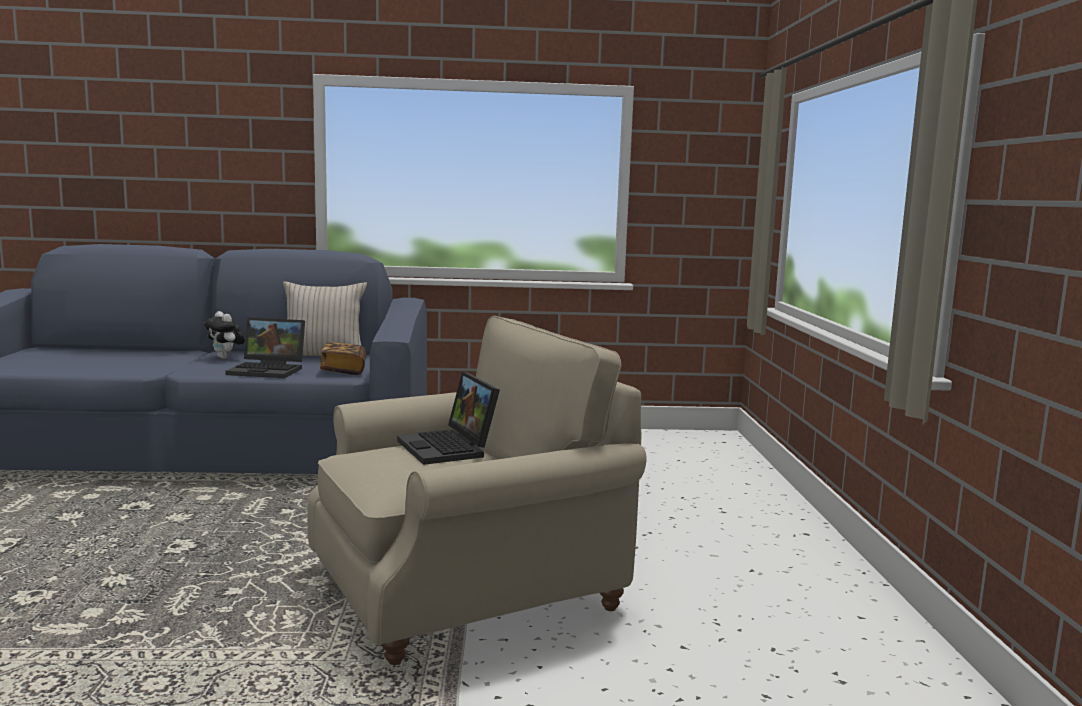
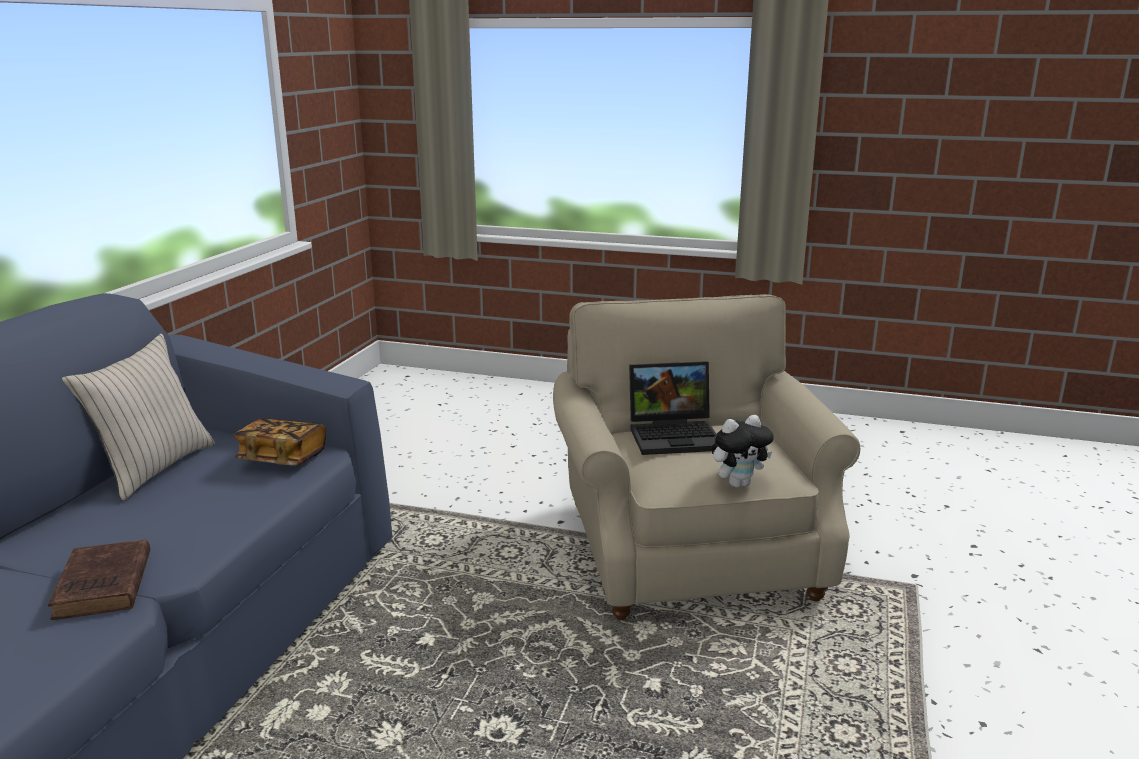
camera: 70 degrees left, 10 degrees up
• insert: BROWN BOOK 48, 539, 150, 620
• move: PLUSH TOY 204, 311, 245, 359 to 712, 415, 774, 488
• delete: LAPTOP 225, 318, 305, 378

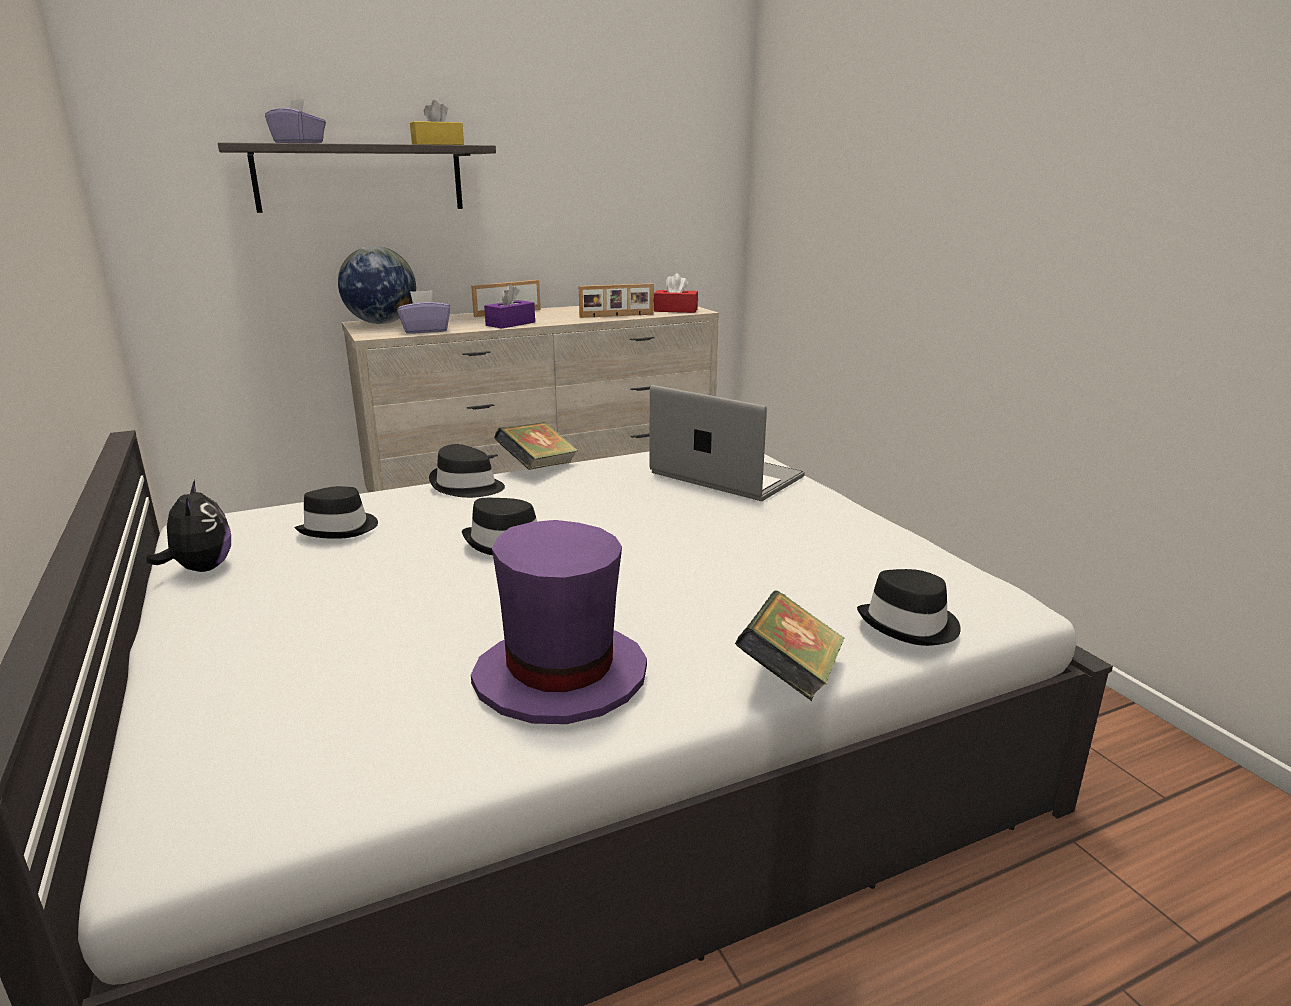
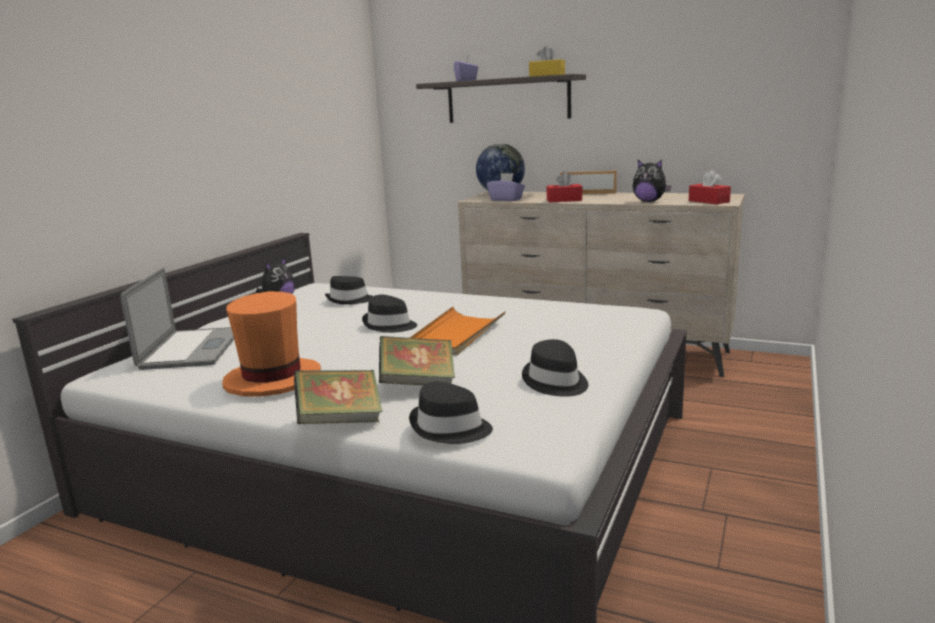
camera: 50 degrees right, 5 degrees down
• move: LAPTOP 650, 385, 805, 501 to 120, 267, 234, 370
• recolor: PURPLE HAT 471, 520, 647, 724 to ORANGE HAT 222, 291, 321, 397
• move: BOOK 494, 422, 578, 470 to 379, 336, 455, 385
• insert: ORANGE TRAY 410, 307, 506, 355
• move: BLACK HAT 429, 444, 505, 498 to 522, 339, 588, 397
• recolor: PURPLE TISSUE BOX 484, 284, 535, 329 to RED TISSUE BOX 546, 172, 583, 202
• replace: PICTURE FRAME 579, 284, 654, 318 to PLUSH TOY 633, 160, 671, 202

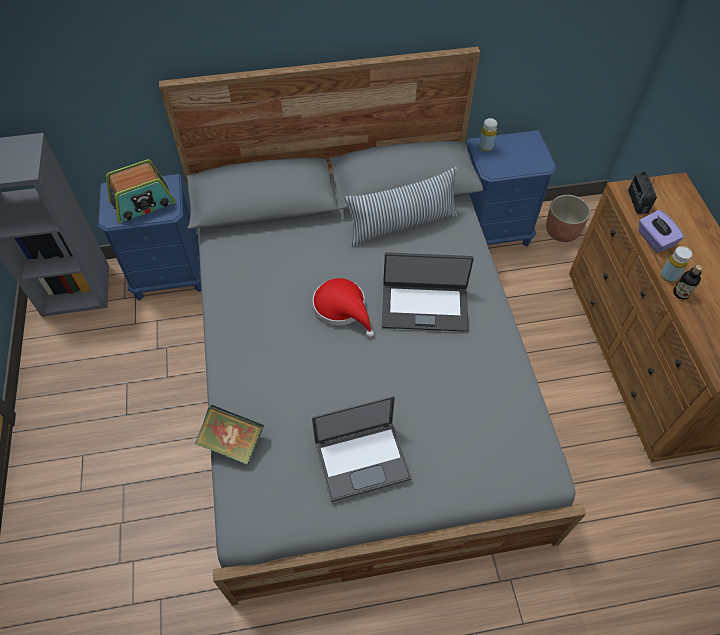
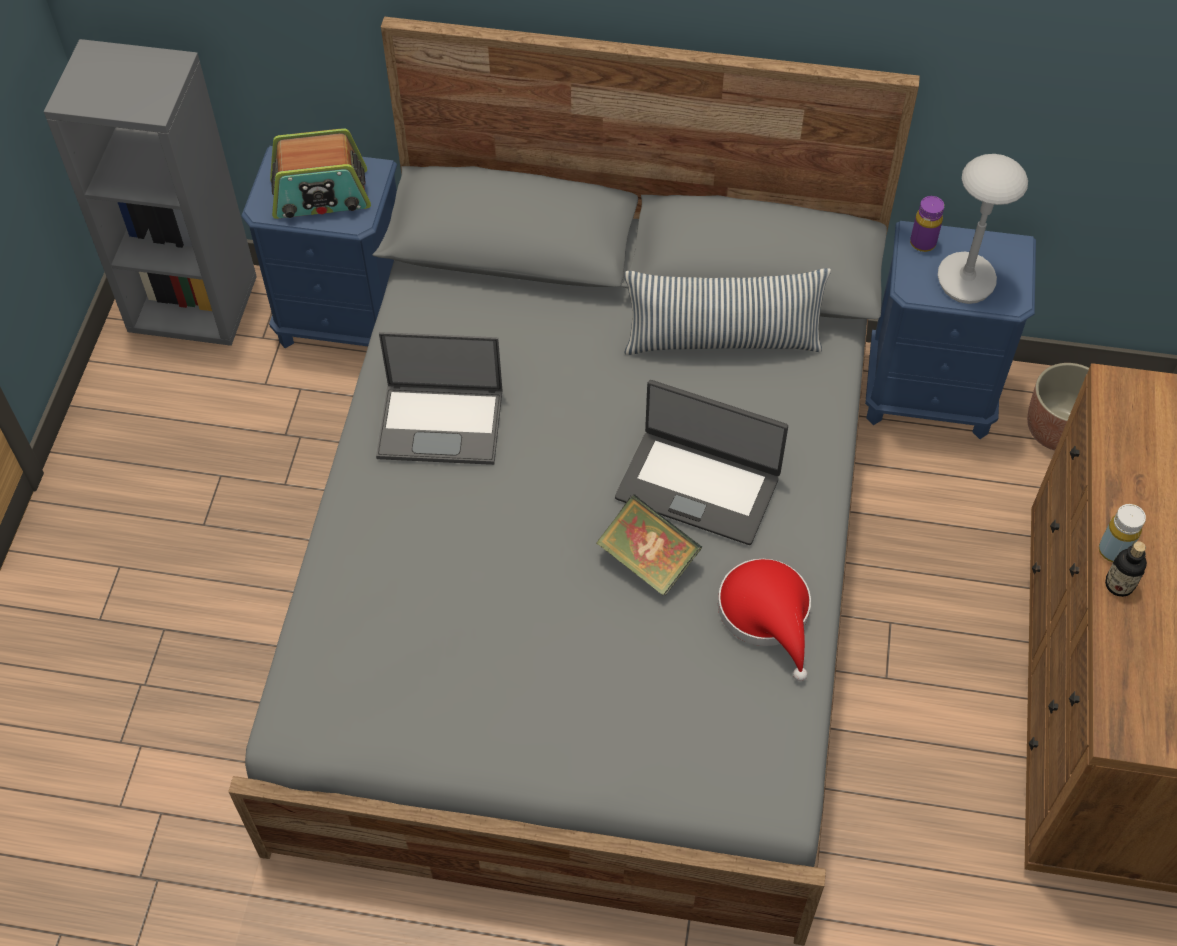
camera: 20 degrees right, 0 degrees up
• move: LAPTOP 312, 396, 412, 502 to 376, 332, 503, 465
• move: BOOK 195, 405, 264, 465 to 596, 495, 702, 595
• move: RED HAT 313, 278, 374, 338 to 718, 559, 811, 681
• recolor: YELLOW BOTTLE 479, 118, 497, 151 to PURPLE BOTTLE 910, 196, 944, 252
• insert: GREY TABLE LAMP 938, 154, 1028, 304
• delete: RADIO 628, 172, 657, 214
• delete: PURPLE TISSUE BOX 639, 210, 684, 253

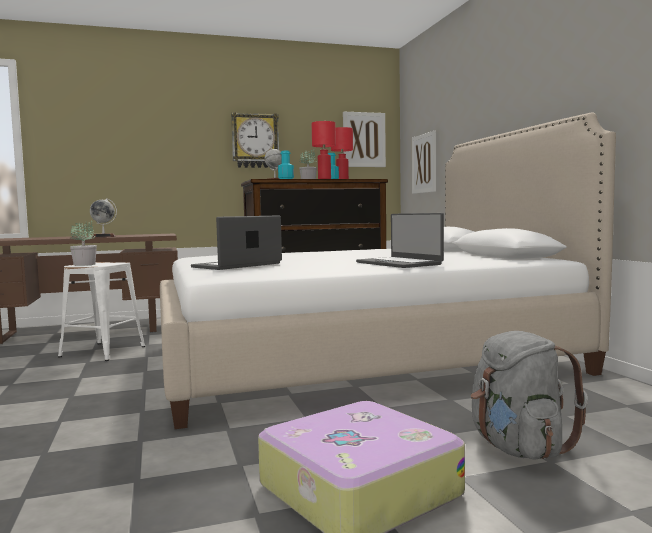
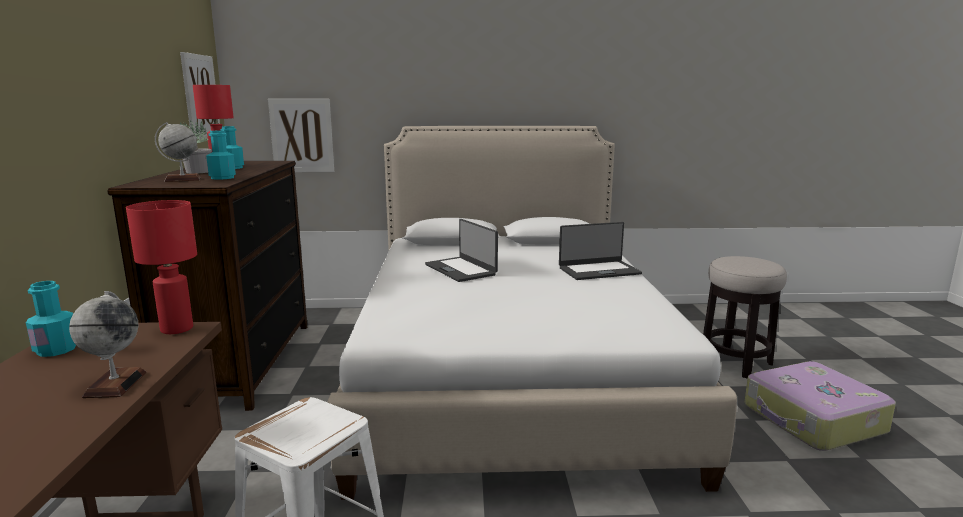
camera: 75 degrees left, 10 degrees up
• insert: TURQUOISE BOTTLE 26, 281, 76, 357
• move: RED TABLE LAMP 312, 121, 336, 179 to 126, 200, 197, 334
• move: LAPTOP 191, 215, 282, 270 to 425, 219, 498, 282
• replace: GREY BACKPACK 471, 331, 588, 459 to STOOL 703, 256, 787, 378
• delete: POTTED PLANT 70, 220, 97, 266
• delete: WALL CLOCK 231, 112, 279, 168

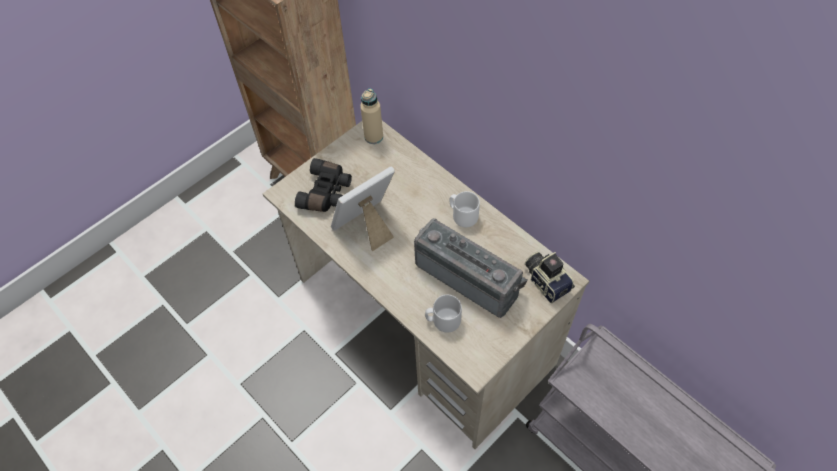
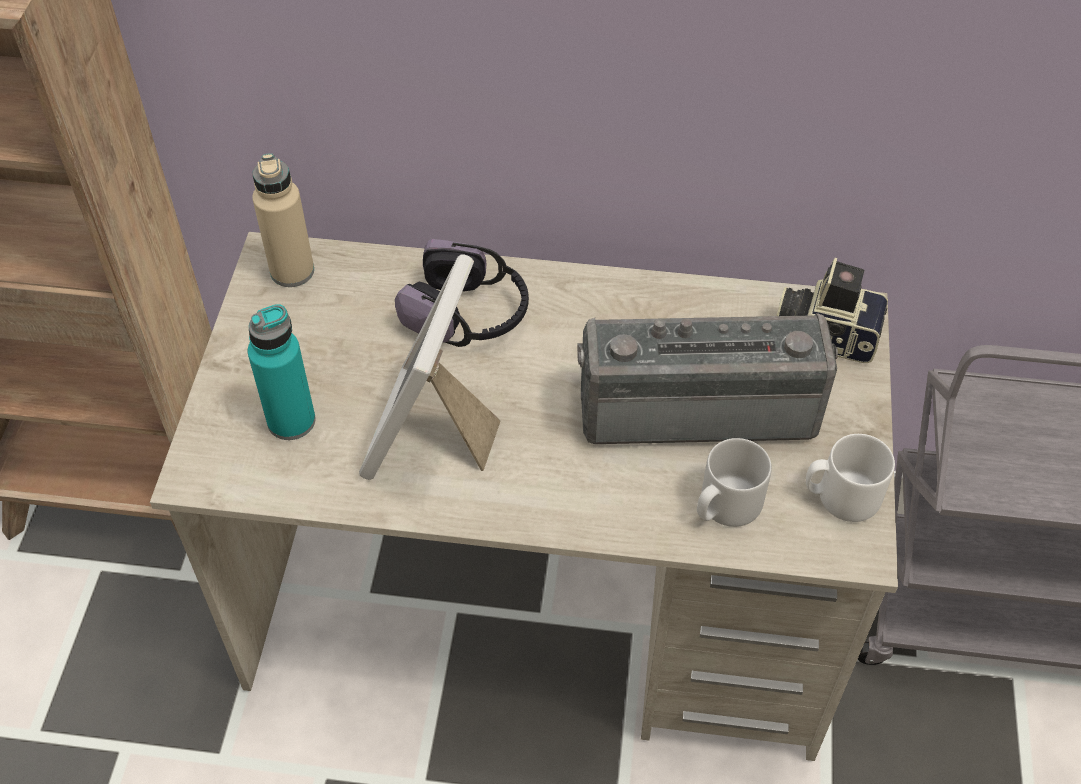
camera: 40 degrees left, 5 degrees down
• replace: BLACK BINOCULARS 295, 158, 352, 212 to TURQUOISE BOTTLE 248, 304, 316, 440
• insert: HEADPHONES 395, 239, 529, 347
• move: WHITE MUG 449, 191, 480, 227 to 806, 434, 895, 522

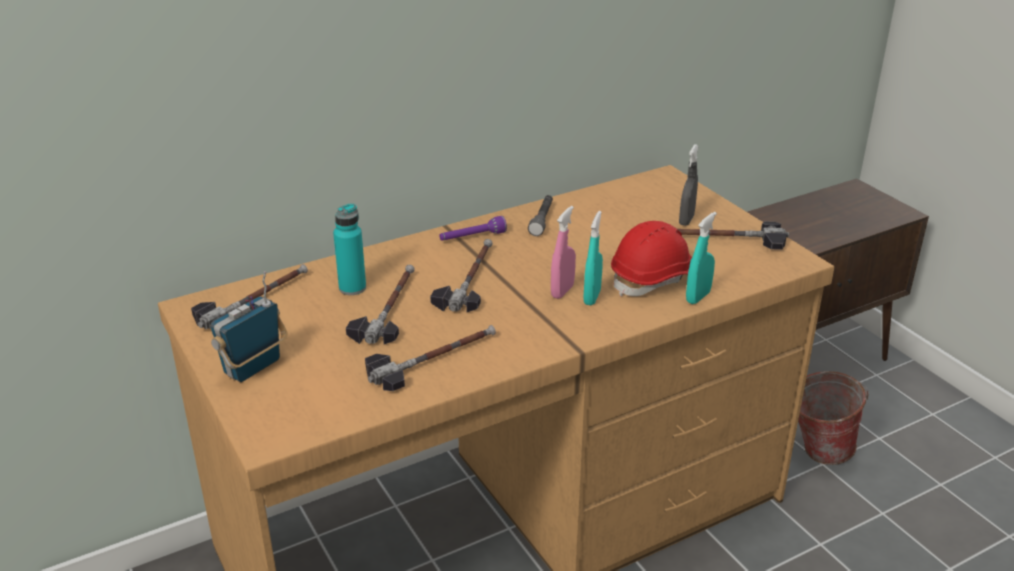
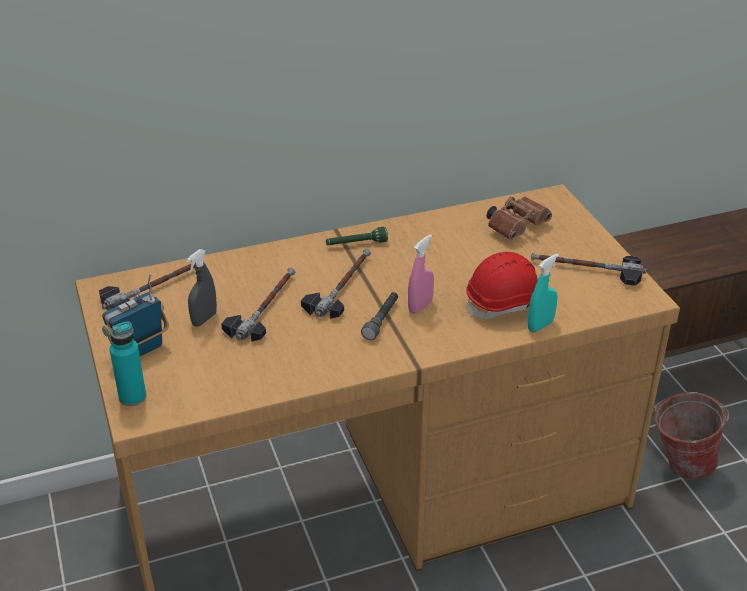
camera: 10 degrees right, 5 degrees up
• move: TURQUOISE BOTTLE 333, 203, 366, 295 to 110, 321, 146, 406
• move: GREY SPRAY BOTTLE 679, 144, 699, 226 to 186, 249, 217, 327
• recolor: PURPLE FLASHLIGHT 439, 216, 507, 241 to GREEN FLASHLIGHT 326, 227, 388, 245
• move: GREY FLASHLIGHT 528, 195, 553, 236 to 361, 292, 398, 340
• insert: BROWN BINOCULARS 487, 196, 552, 240
• delete: HAMMER 365, 325, 496, 391
• delete: TURQUOISE SPRAY BOTTLE 584, 211, 603, 305

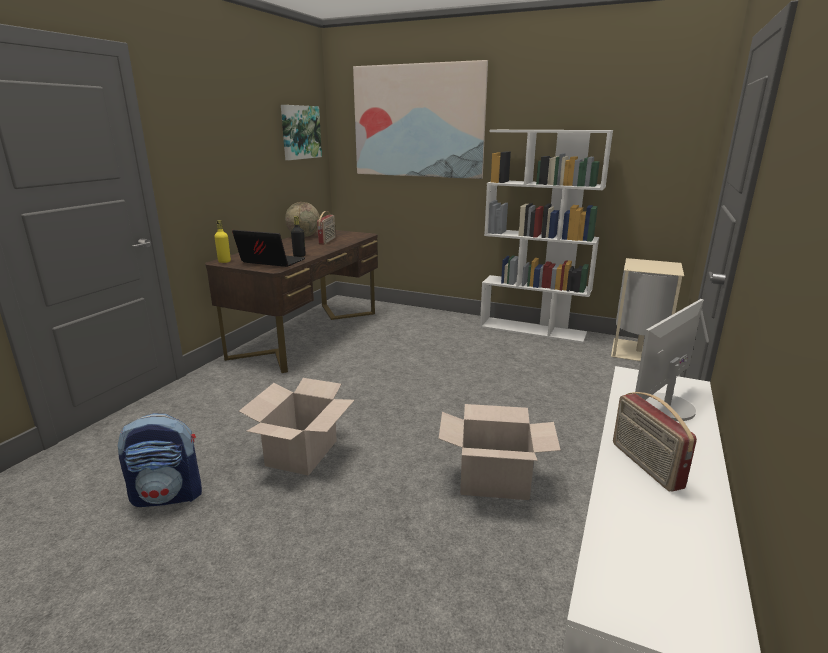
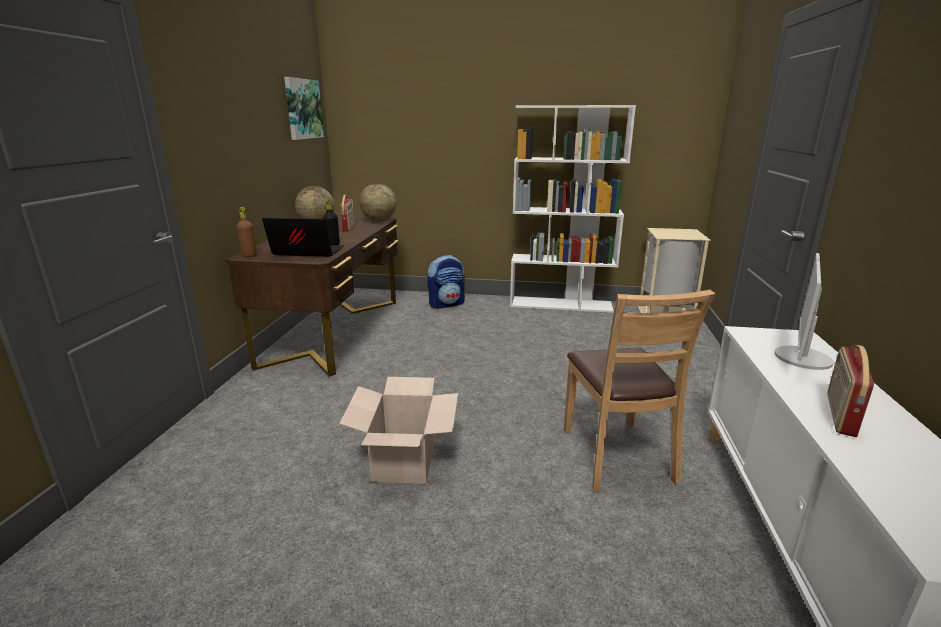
camera: 15 degrees left, 0 degrees up
• recolor: YELLOW BOTTLE 214, 220, 231, 263 to BROWN BOTTLE 237, 207, 257, 257
• insert: GLOBE 359, 184, 397, 221
• move: BACKPACK 118, 413, 202, 507 to 427, 255, 465, 309
• replace: CARDBOARD BOX 438, 404, 561, 500 to BROWN CHAIR 564, 290, 715, 492
• rotate: RADIO 613, 392, 697, 492 = 827, 345, 874, 437 60 degrees clockwise
• delete: PICTURE 353, 60, 488, 179

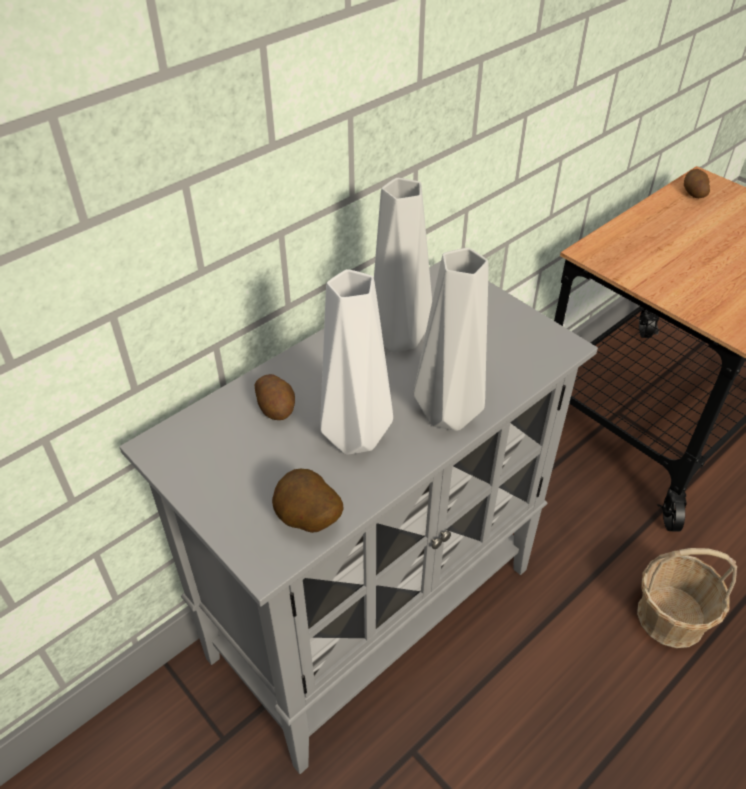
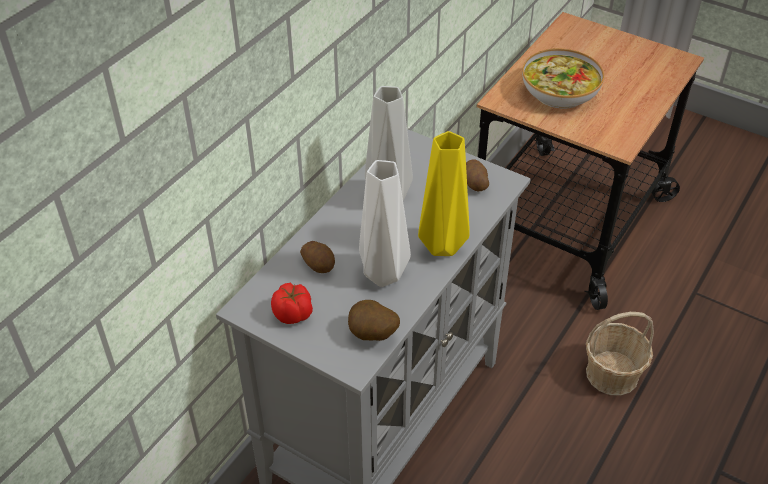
camera: 15 degrees left, 0 degrees up
• insert: TOMATO 271, 283, 313, 324
• recolor: GREY VASE 414, 248, 489, 431 to YELLOW VASE 418, 131, 470, 256
• move: POTATO 684, 169, 710, 198 to 466, 160, 489, 191
• insert: BOWL 522, 48, 604, 109

